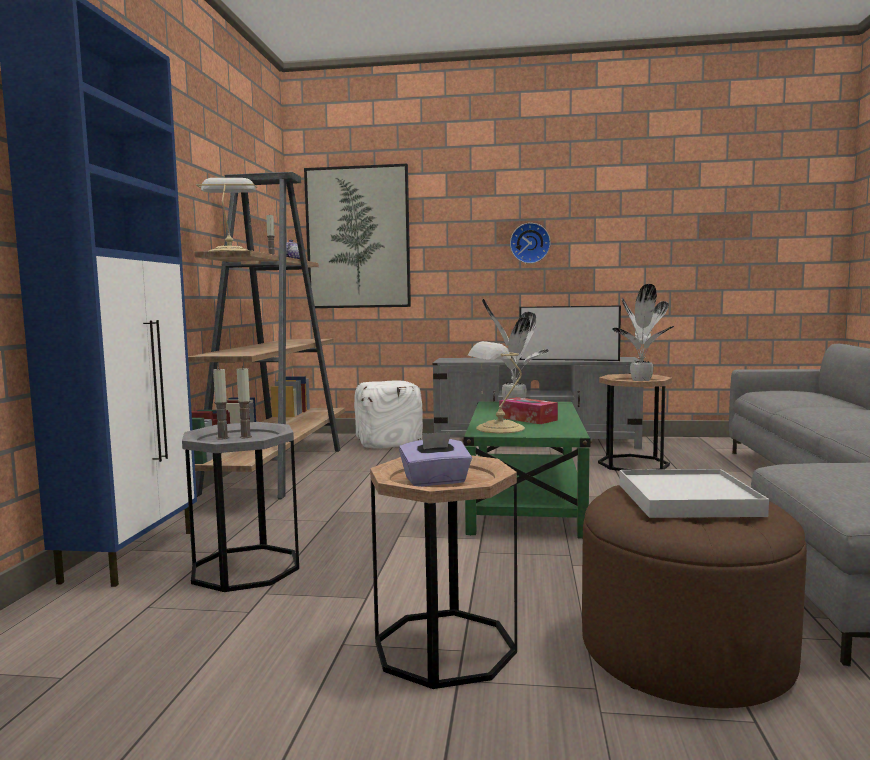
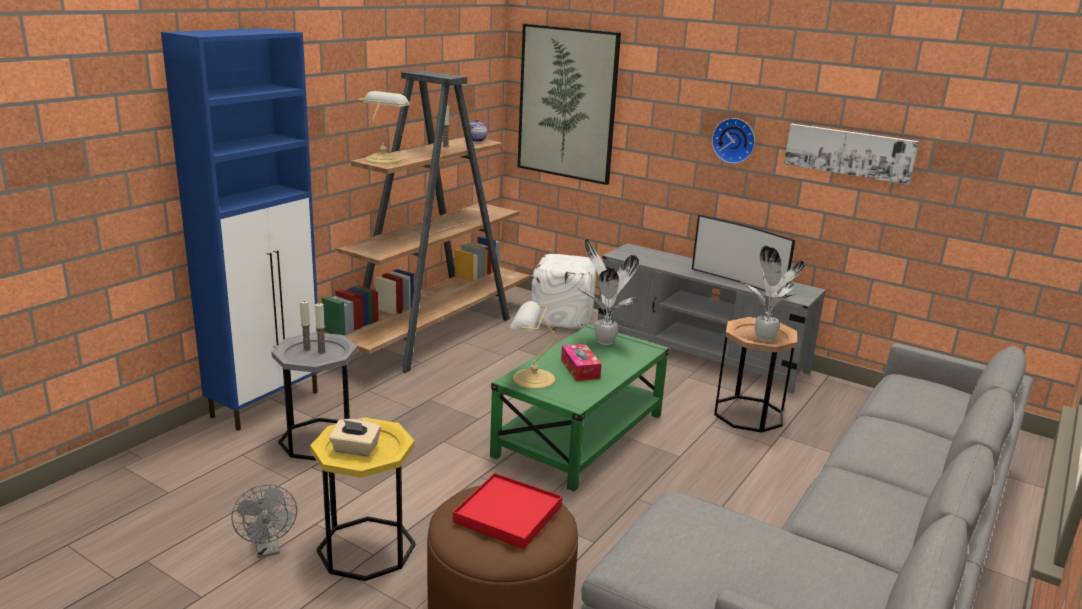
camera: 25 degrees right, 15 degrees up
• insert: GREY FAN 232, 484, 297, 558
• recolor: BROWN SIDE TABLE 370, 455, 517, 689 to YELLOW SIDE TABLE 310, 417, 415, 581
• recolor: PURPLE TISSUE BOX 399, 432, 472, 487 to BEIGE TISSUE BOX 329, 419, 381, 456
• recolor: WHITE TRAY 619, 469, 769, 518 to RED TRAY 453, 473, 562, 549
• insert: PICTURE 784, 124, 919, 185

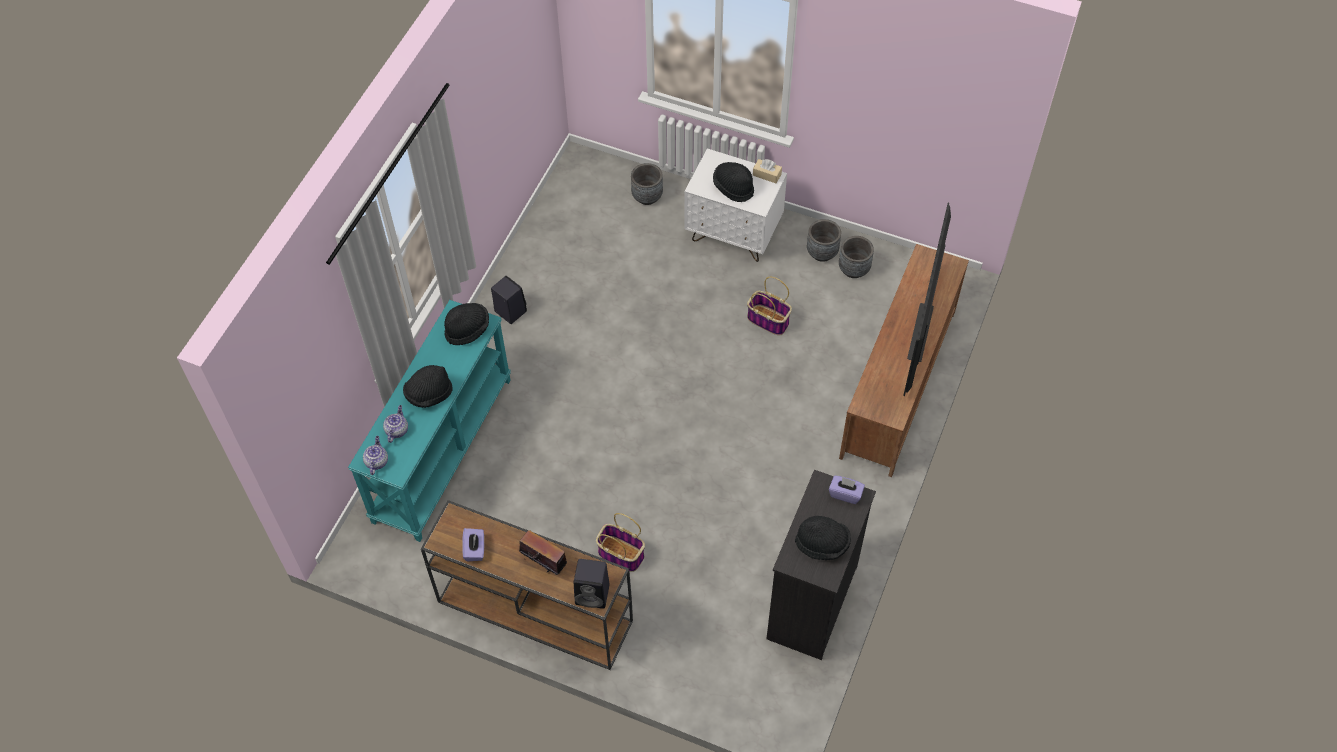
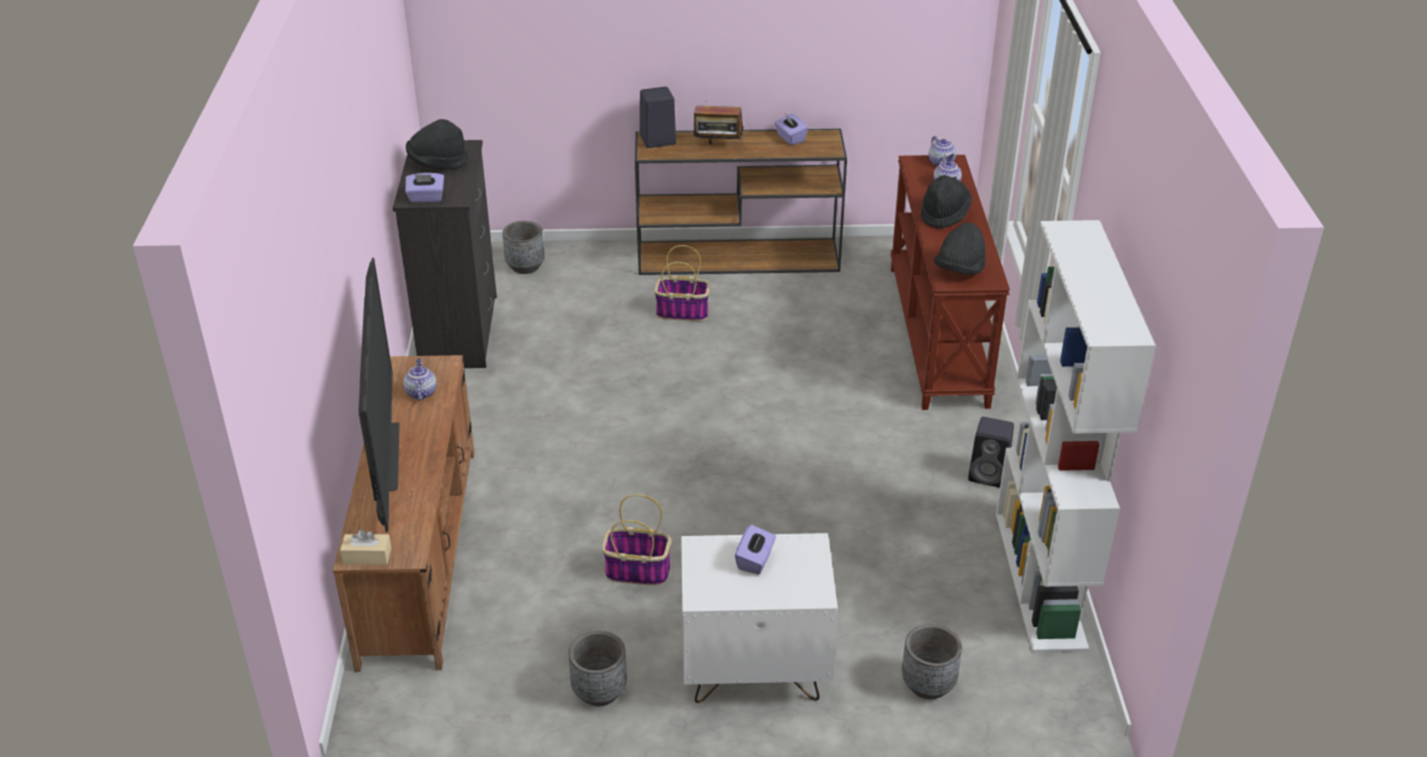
camera: 155 degrees right, 20 degrees down
• move: BEIGE TISSUE BOX 753, 159, 782, 183 to 340, 529, 392, 565
• insert: TEAPOT 403, 359, 437, 401
• move: GREY PLANTER 839, 236, 874, 278 to 502, 221, 545, 274
• replace: BLACK HAT 713, 162, 754, 202 to PURPLE TISSUE BOX 735, 525, 776, 574
• recolor: TURQUOISE CONSOLE TABLE 348, 300, 511, 542 to BROWN CONSOLE TABLE 890, 155, 1010, 410
• insert: WHITE BOOKCASE 996, 220, 1156, 652

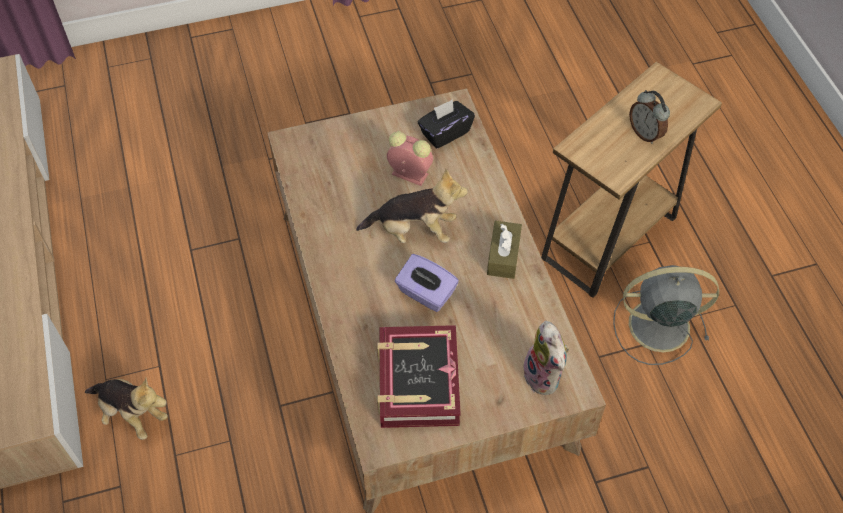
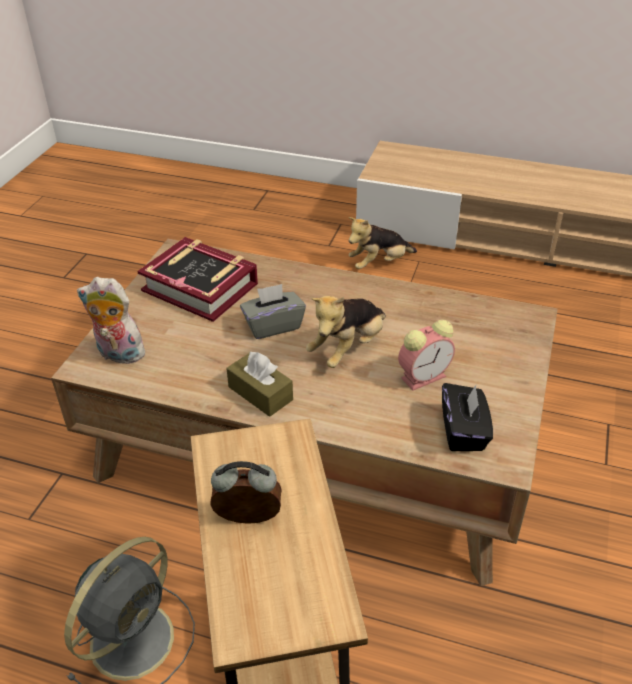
camera: 125 degrees right, 15 degrees down
• recolor: PURPLE TISSUE BOX 395, 254, 459, 312 to GREY TISSUE BOX 240, 284, 306, 339

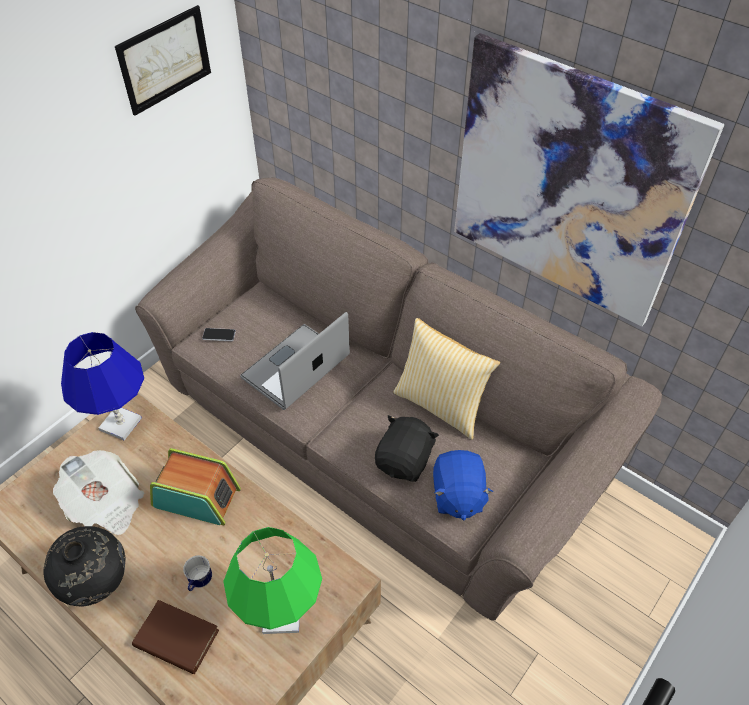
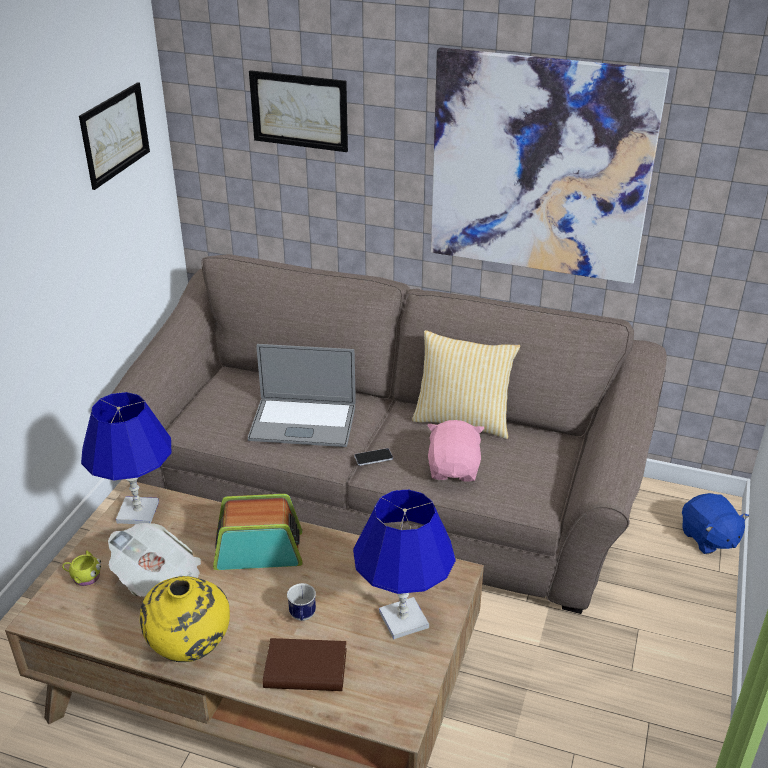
camera: 20 degrees left, 15 degrees down
• insert: YELLOW MUG 62, 550, 101, 586
• recolor: BLACK VASE 44, 526, 125, 607 to YELLOW VASE 140, 576, 230, 662
• rotate: LAPTOP 240, 312, 350, 410 = 248, 344, 356, 447 105 degrees counterclockwise
• insert: PICTURE 249, 70, 348, 152
• recolor: GREEN TABLE LAMP 223, 527, 322, 634 to BLUE TABLE LAMP 353, 489, 456, 640
• move: PHONE 202, 328, 236, 341 to 354, 448, 393, 466
• recolor: BLACK PLUSH TOY 375, 415, 439, 482 to PINK PLUSH TOY 427, 420, 484, 481
• move: BLUE PLUSH TOY 433, 450, 493, 520 to 682, 493, 749, 554

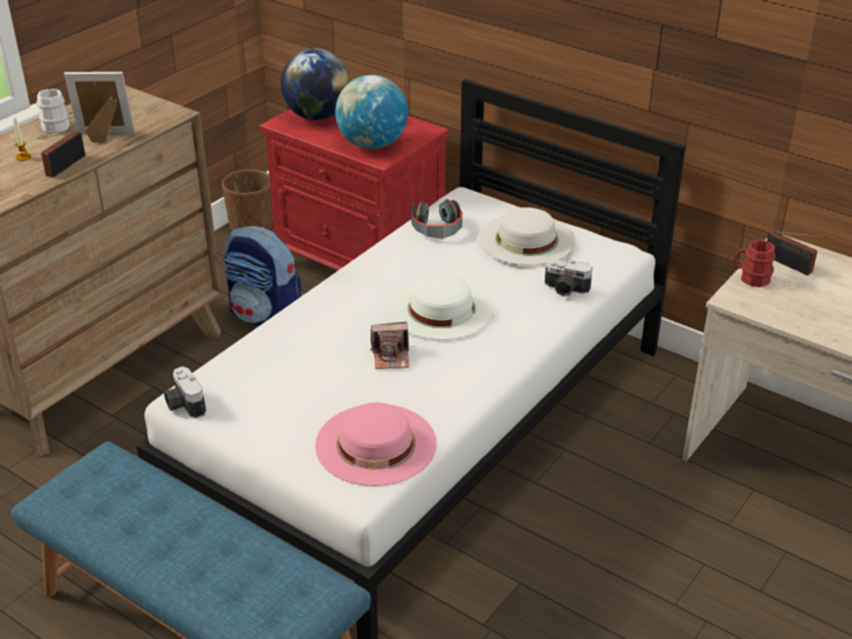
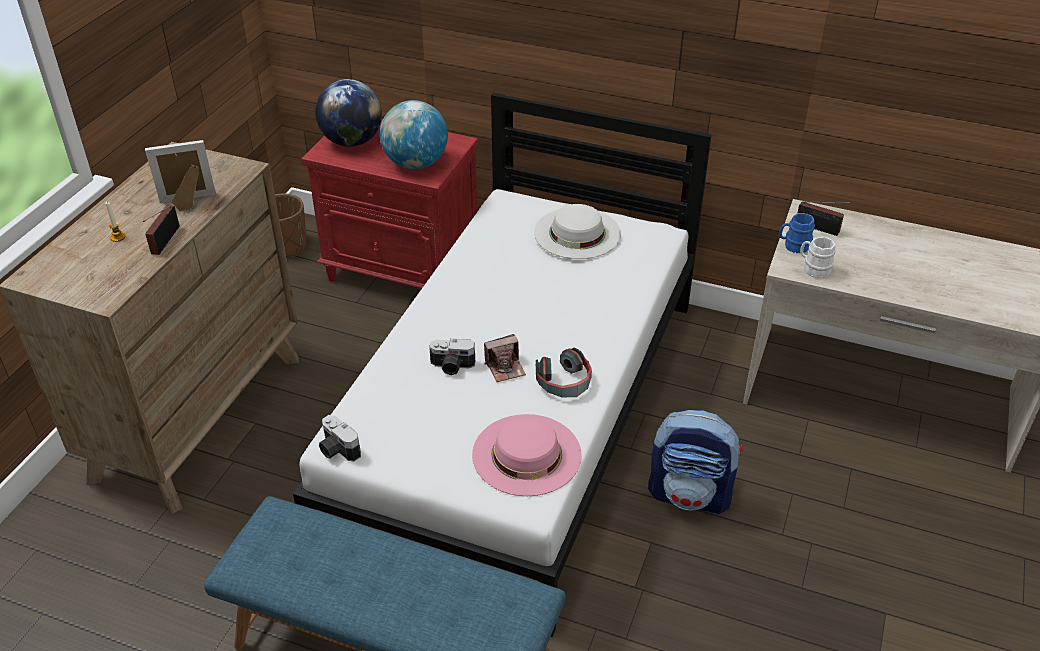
camera: 15 degrees left, 5 degrees up
• move: PHOTO CAMERA 545, 260, 593, 296 to 429, 338, 475, 375
• move: HEADPHONES 411, 199, 462, 239 to 536, 347, 592, 397
• move: BACKPACK 224, 226, 302, 326 to 648, 410, 744, 514
• recolor: RED MUG 733, 240, 776, 287 to BLUE MUG 779, 213, 815, 253
• move: WHITE MUG 36, 89, 70, 133 to 800, 237, 836, 278
• delete: WHITE HAT 389, 274, 494, 340

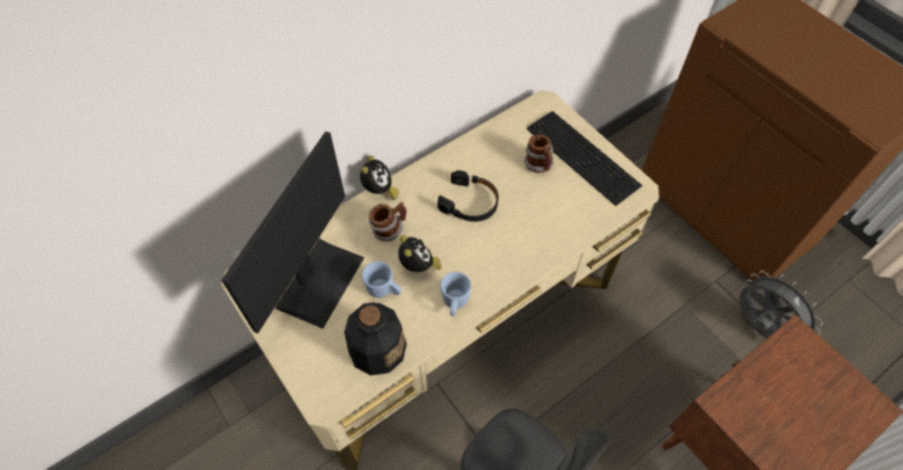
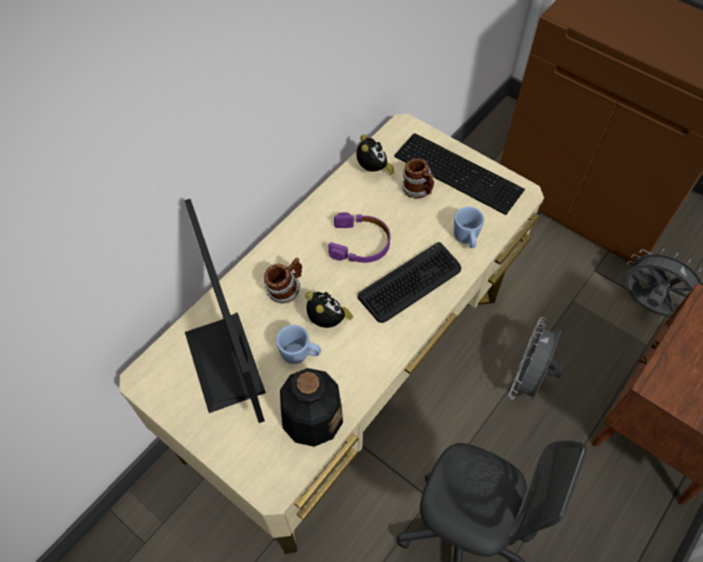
camera: 15 degrees left, 0 degrees up
• rotate: MONITOR 222, 131, 365, 333 = 184, 199, 266, 423 150 degrees clockwise
• recolor: BLACK HEADPHONES 438, 170, 498, 222 to PURPLE HEADPHONES 328, 212, 391, 263
• move: ALARM CLOCK 360, 155, 399, 200 to 356, 134, 394, 175
• insert: KEYBOARD 358, 242, 461, 323
• move: BLUE MUG 440, 272, 471, 316 to 454, 207, 484, 248
• insert: GREY FAN 509, 317, 565, 402

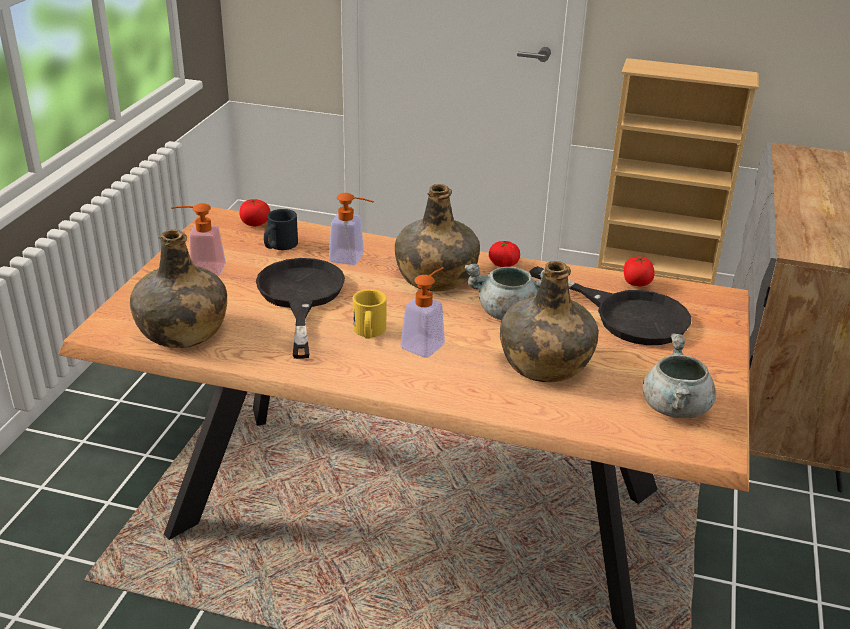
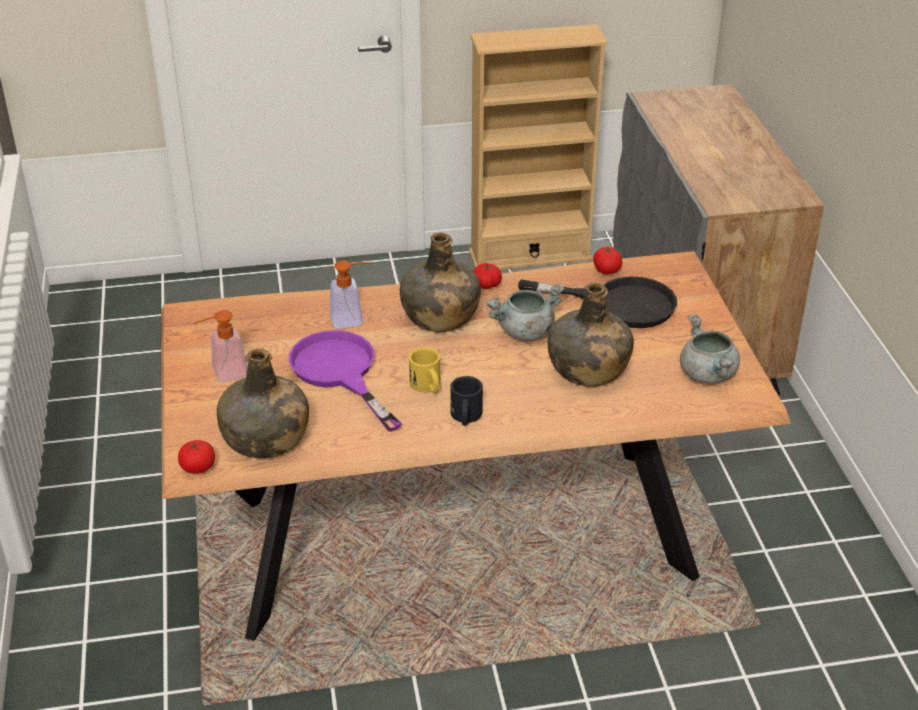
camera: 25 degrees left, 5 degrees up
• move: TOMATO 239, 199, 270, 226 to 178, 440, 215, 474
• recolor: BLACK FRYING PAN 256, 258, 345, 359 to PURPLE FRYING PAN 289, 330, 402, 432
• move: BLACK MUG 264, 209, 298, 250 to 450, 376, 483, 426
• delete: SOAP DISPENSER 400, 267, 445, 358

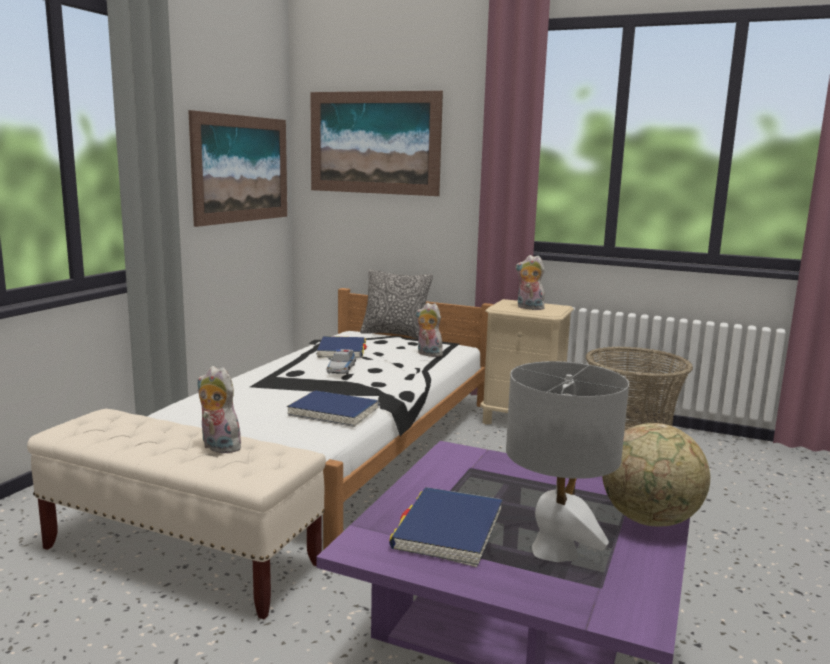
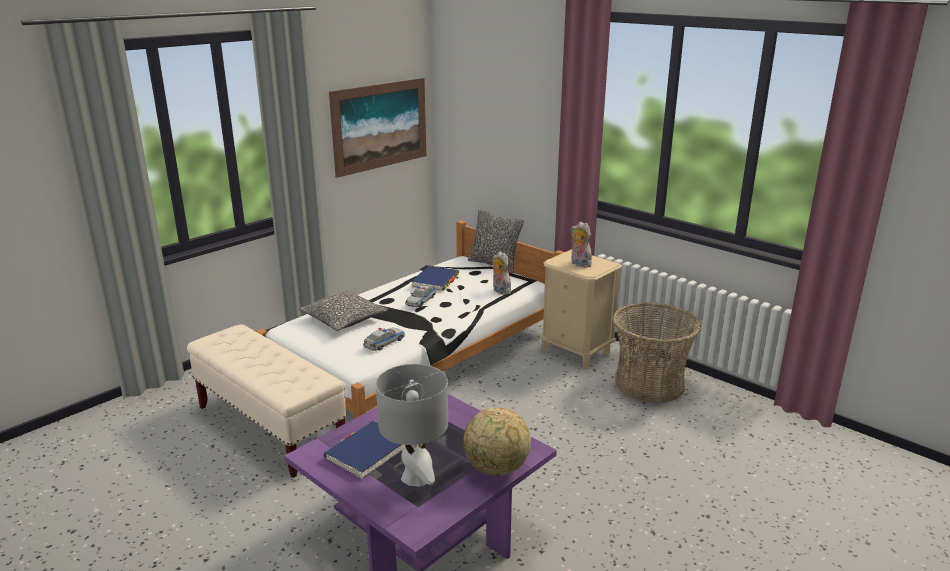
camera: 20 degrees right, 10 degrees up
• insert: PILLOW 298, 290, 388, 331
• replace: BLUE BOOK 287, 390, 379, 427 to TOY CAR 363, 328, 405, 351
• delete: PLUSH TOY 197, 366, 241, 453
• delete: PICTURE 310, 91, 443, 196

